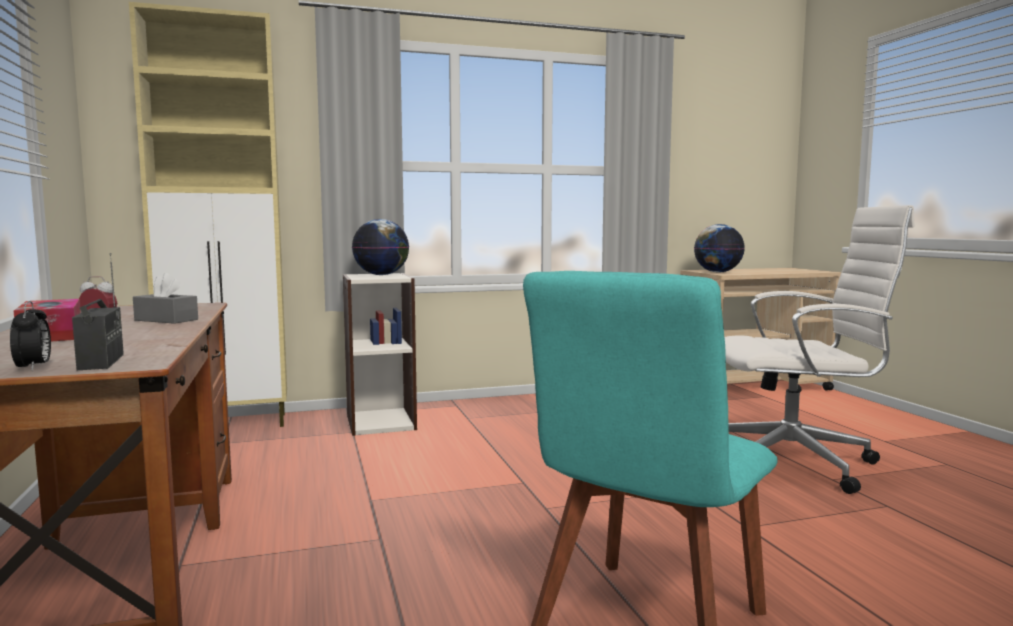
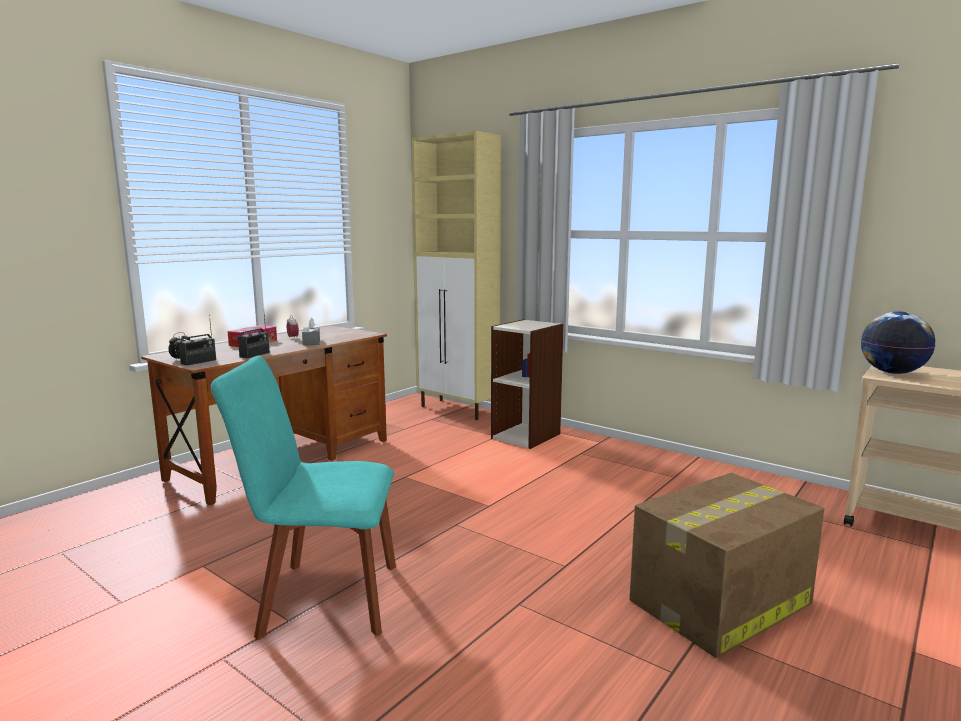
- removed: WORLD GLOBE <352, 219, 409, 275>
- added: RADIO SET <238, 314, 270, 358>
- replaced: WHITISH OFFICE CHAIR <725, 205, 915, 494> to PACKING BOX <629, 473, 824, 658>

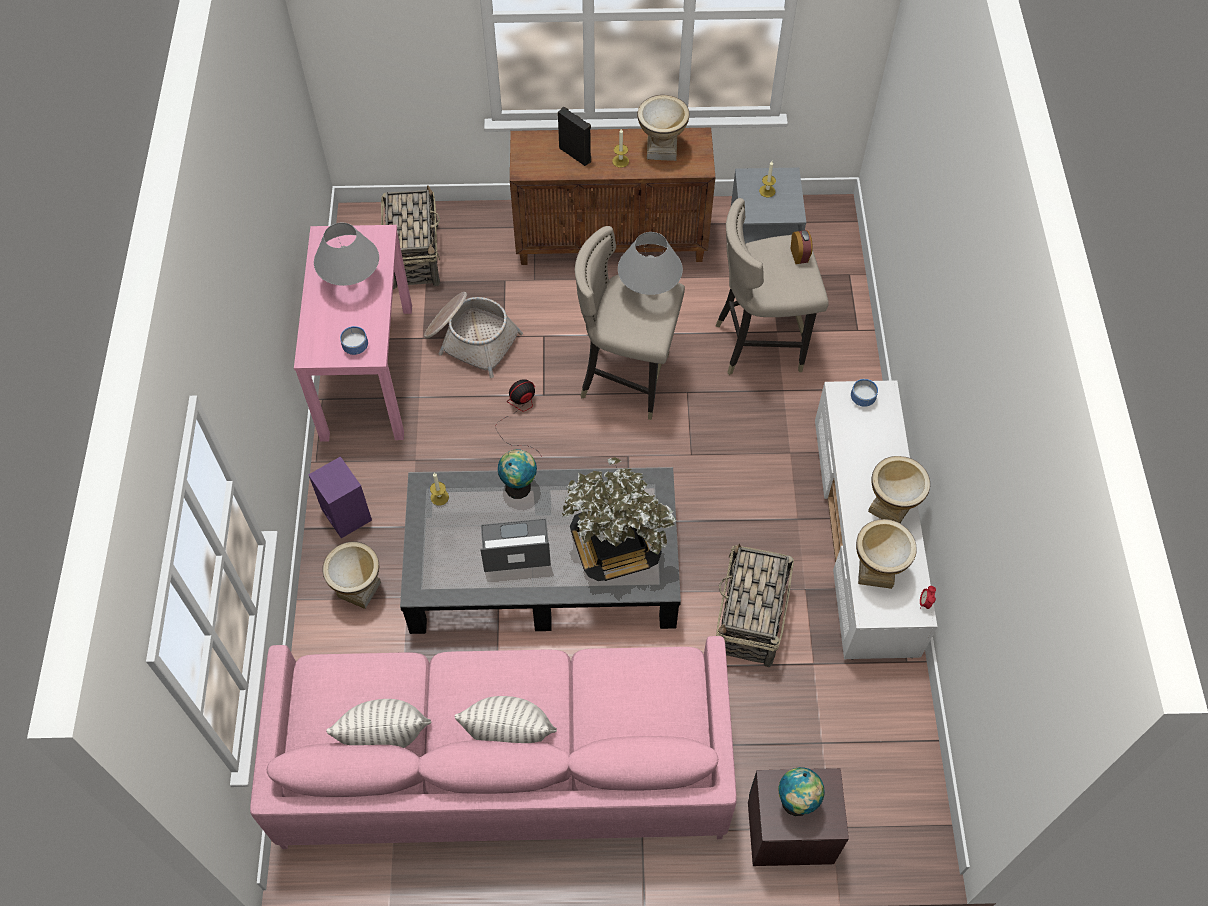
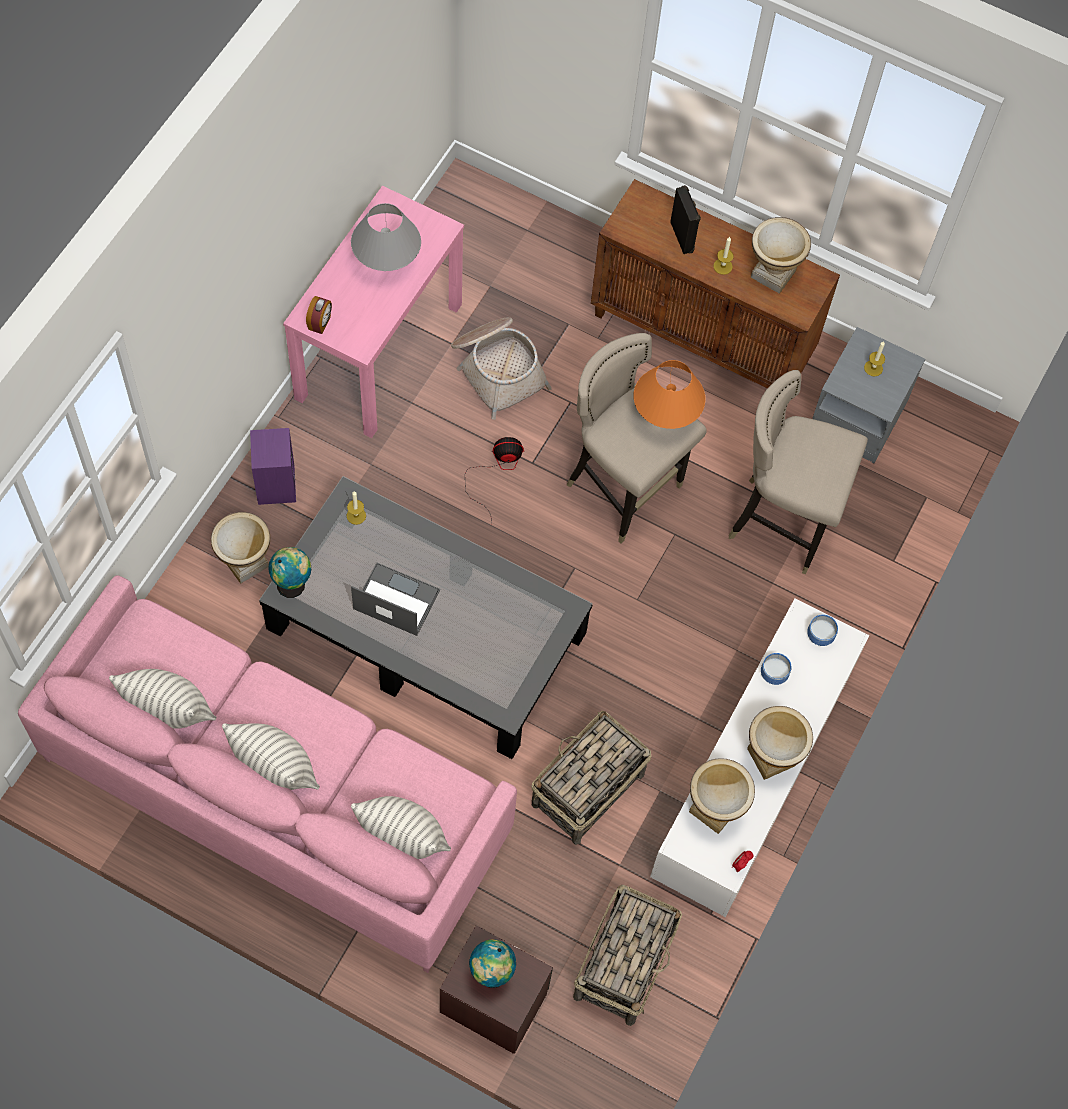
- removed: PLANT IN A POT <562, 457, 677, 581>
- added: PILLOW <351, 796, 451, 859>
- moved: BOWL <340, 326, 368, 355> to <761, 653, 791, 685>
- moved: BASKET <381, 185, 440, 289> to <573, 885, 682, 1026>
- moved: WORLD GLOBE <498, 449, 537, 499> to <268, 547, 311, 598>
- moved: BEDSIDE CLOCK <790, 230, 813, 264> to <306, 296, 332, 334>
- recoloured: GRAY TABLE LAMP <618, 232, 683, 295> to ORANGE TABLE LAMP <633, 360, 706, 429>

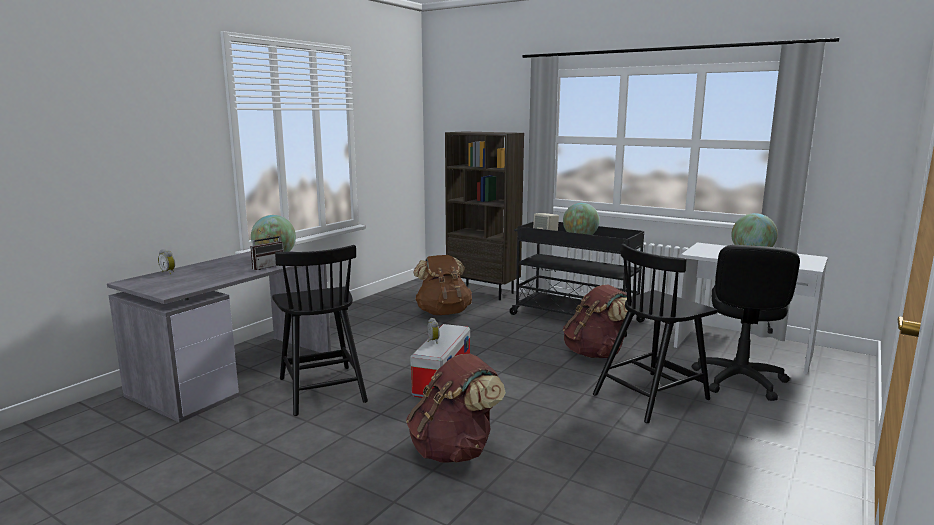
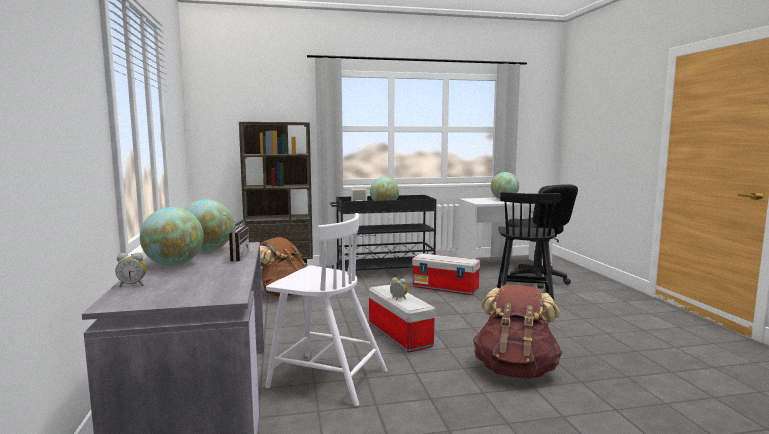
- added: WORLD GLOBE <140, 207, 204, 266>
- replaced: BROWN BACKPACK <563, 285, 635, 358> to STORAGE BIN <412, 253, 480, 295>
- recoloured: BLACK UPRIGHT CHAIR <272, 245, 368, 416> to WHITISH UPRIGHT CHAIR <265, 213, 387, 406>

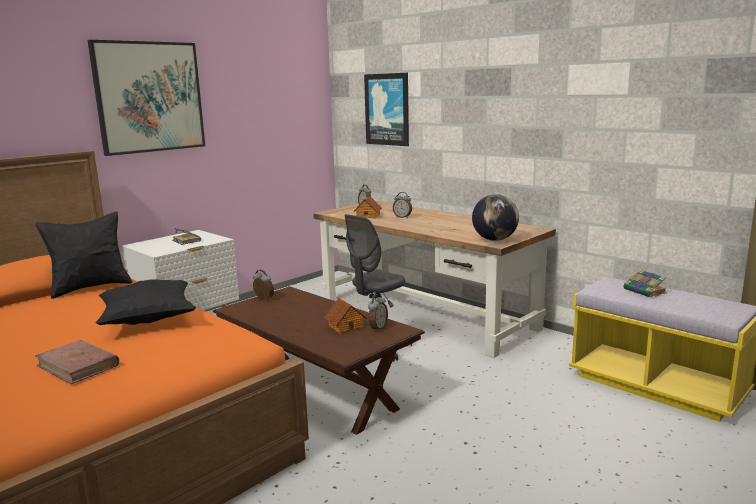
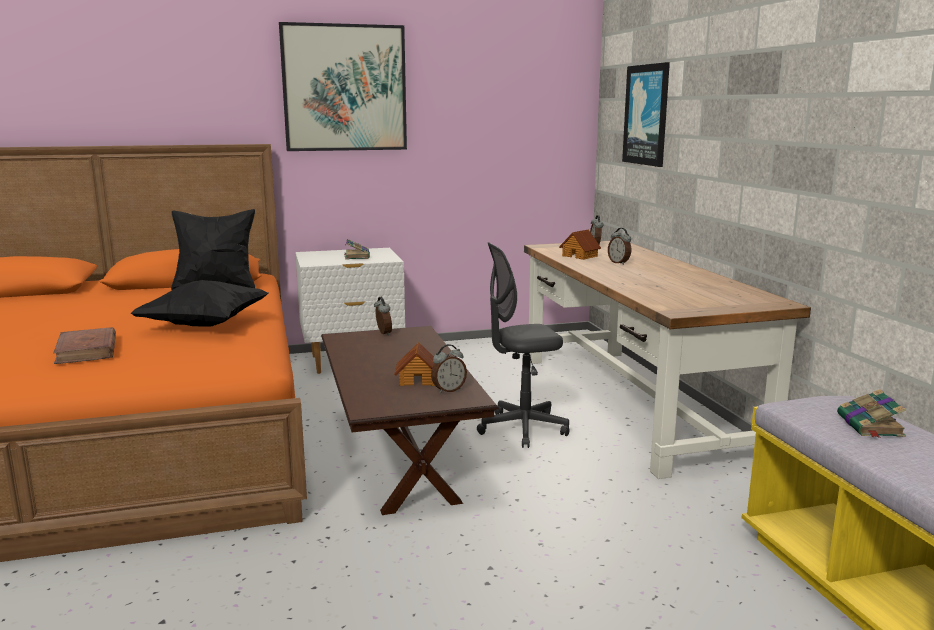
- removed: WORLD GLOBE <472, 194, 519, 241>

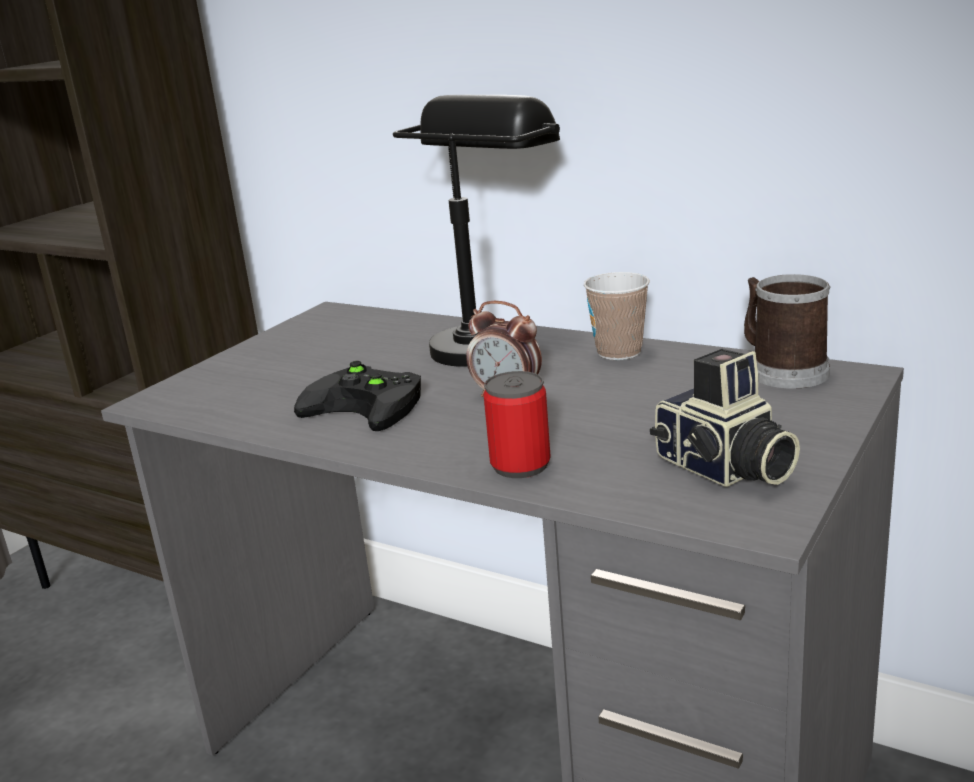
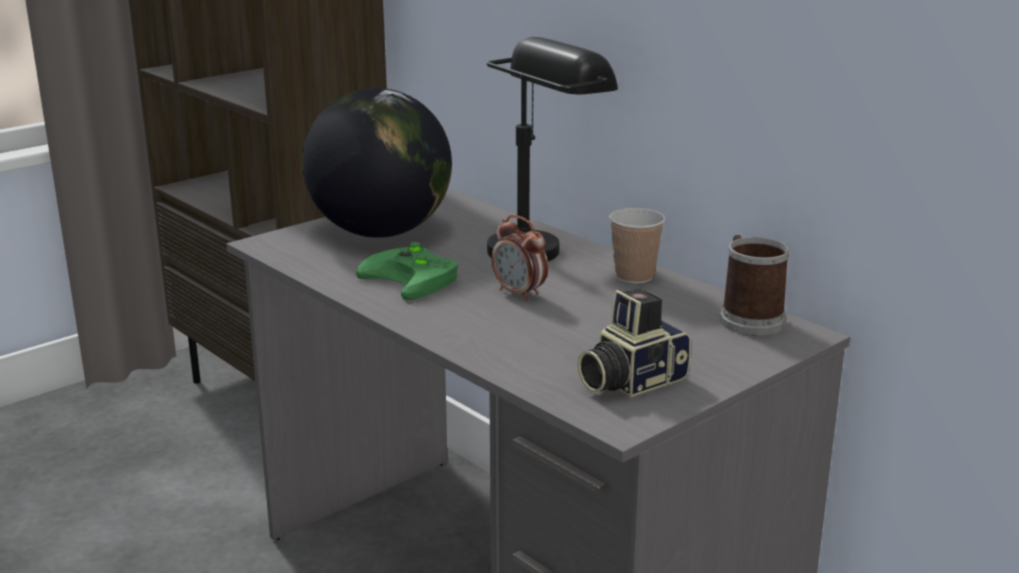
- removed: METAL CAN <483, 371, 551, 478>
- added: WORLD GLOBE <302, 88, 452, 238>
- recoloured: BLACK GAMEPAD <294, 361, 421, 431> to GREEN-COLOURED GAMEPAD <356, 242, 458, 300>
- turned: PHOTO CAMERA <650, 349, 800, 487> = <578, 289, 691, 397> 75 degrees clockwise

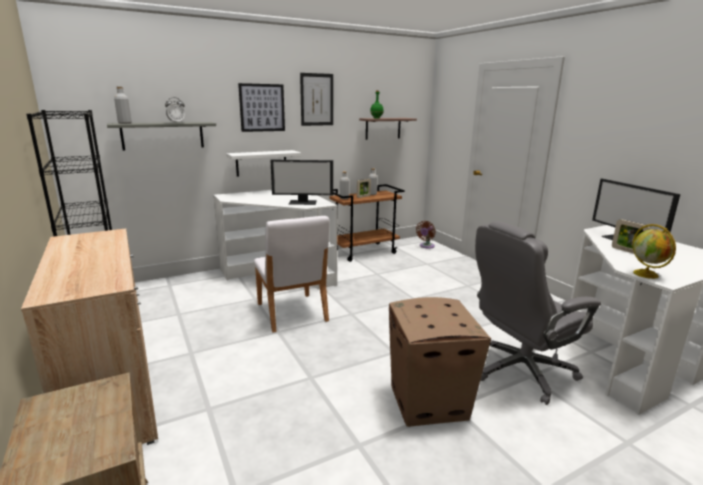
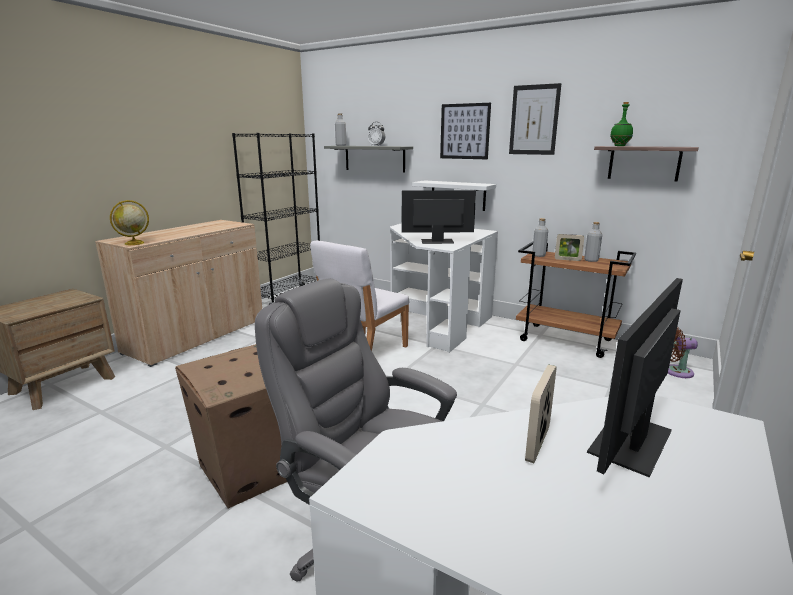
- moved: WORLD GLOBE <632, 224, 676, 279> to <110, 200, 149, 245>
- turned: MONITOR <270, 159, 333, 205> = <402, 190, 476, 244> 120 degrees clockwise

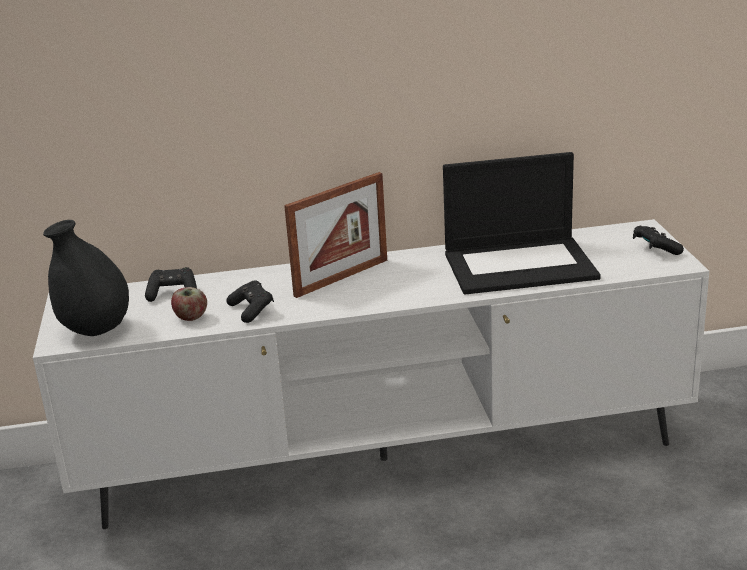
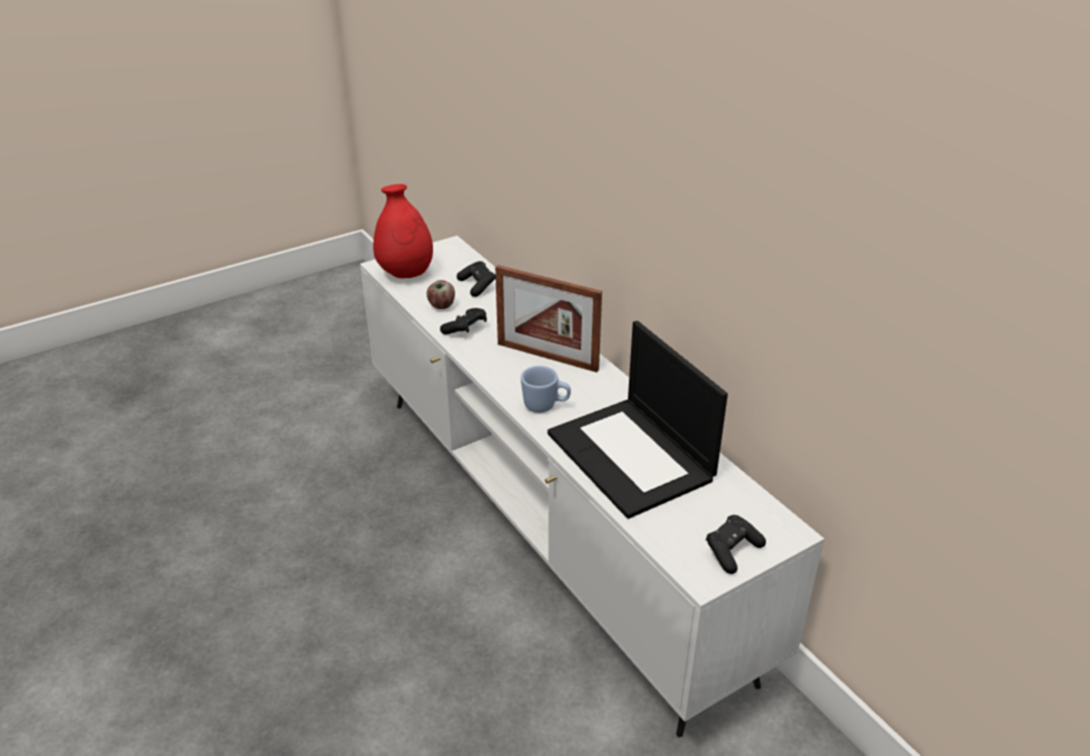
- added: BLUISH TEA MUG <521, 366, 571, 413>
- recoloured: BLACK DECORATIVE VASE <43, 220, 129, 336> to RED-COLOURED DECORATIVE VASE <373, 184, 433, 278>

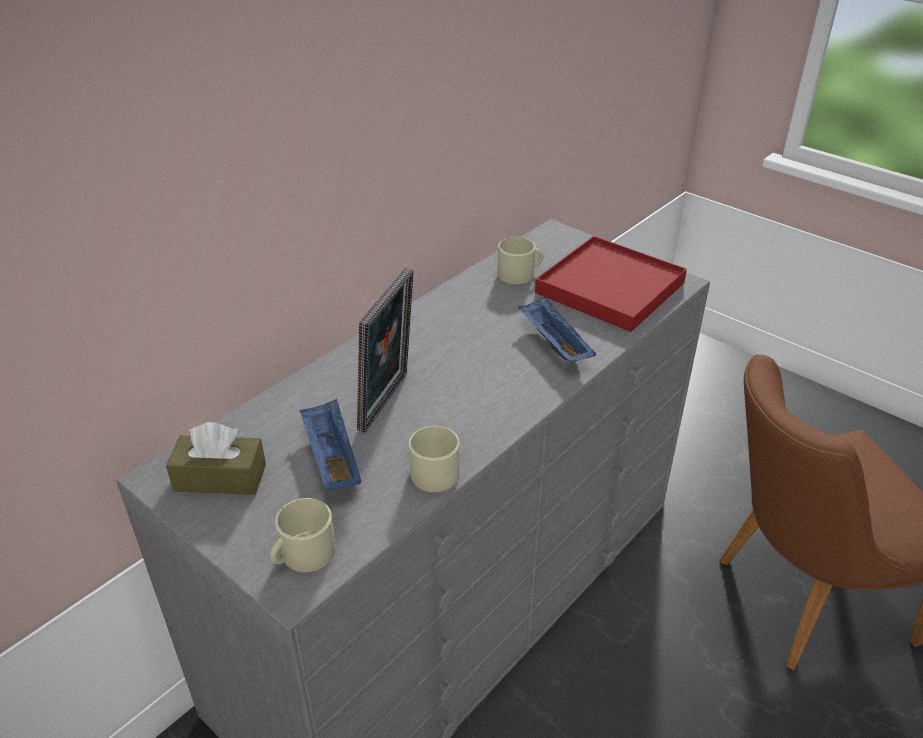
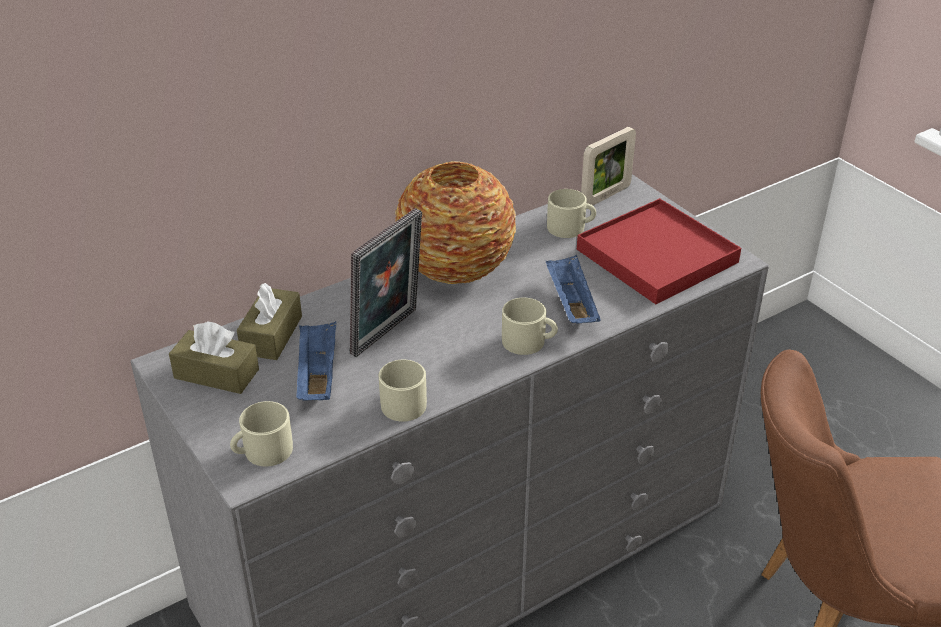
- added: BROWN TISSUE HOLDER <237, 283, 302, 360>
- added: DECORATIVE VASE <395, 161, 516, 284>
- added: SAND-COLOURED TEA MUG <502, 298, 558, 355>
- added: STANDING FRAME <581, 127, 636, 205>

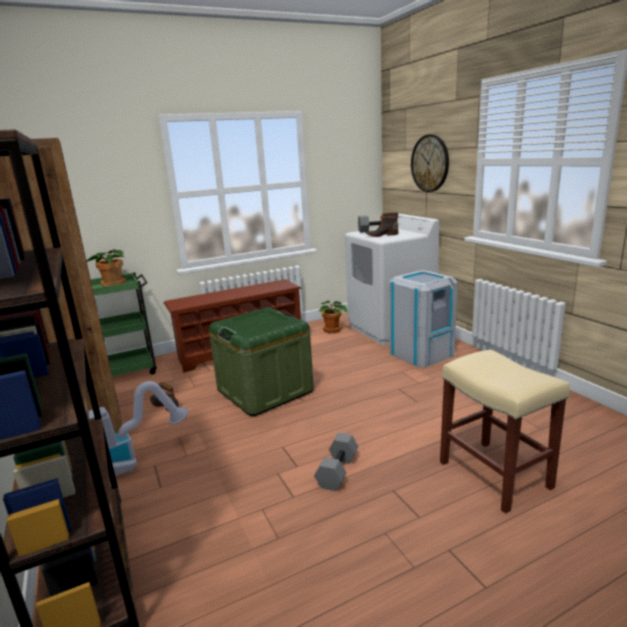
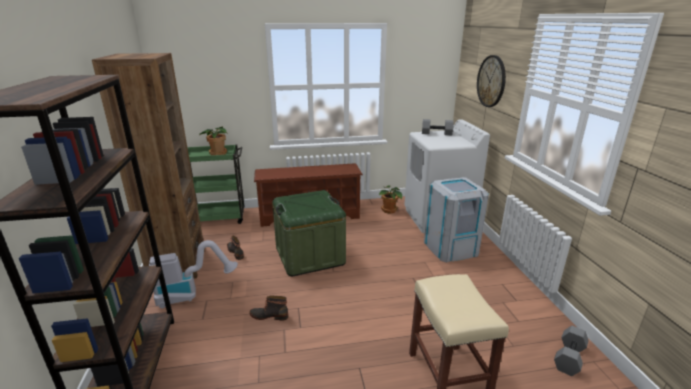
- moved: GRAY FREE WEIGHT <314, 433, 358, 491> to <554, 326, 589, 376>
- moved: HIGH-TOP BOOT <366, 213, 398, 237> to <249, 296, 288, 321>

